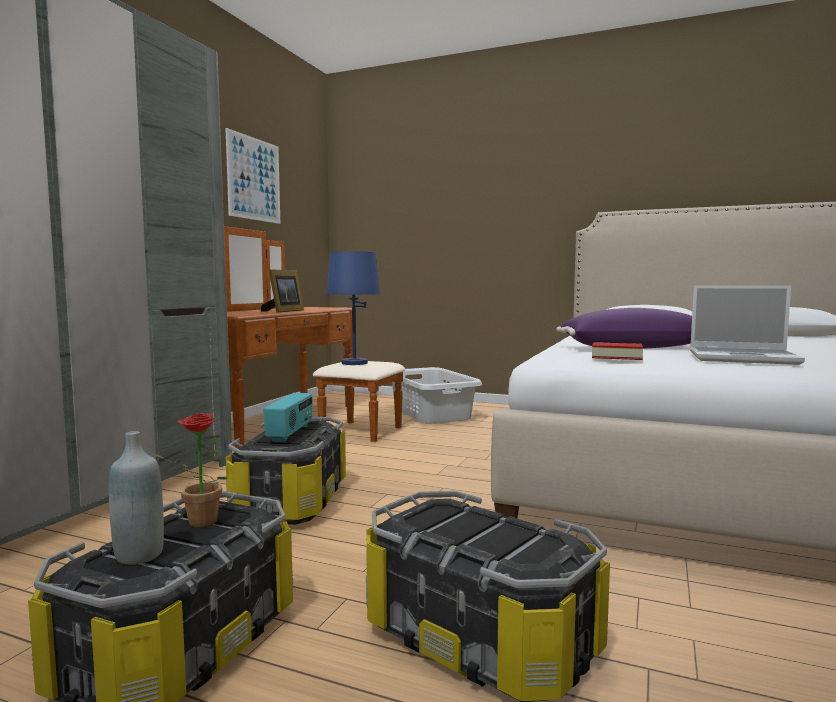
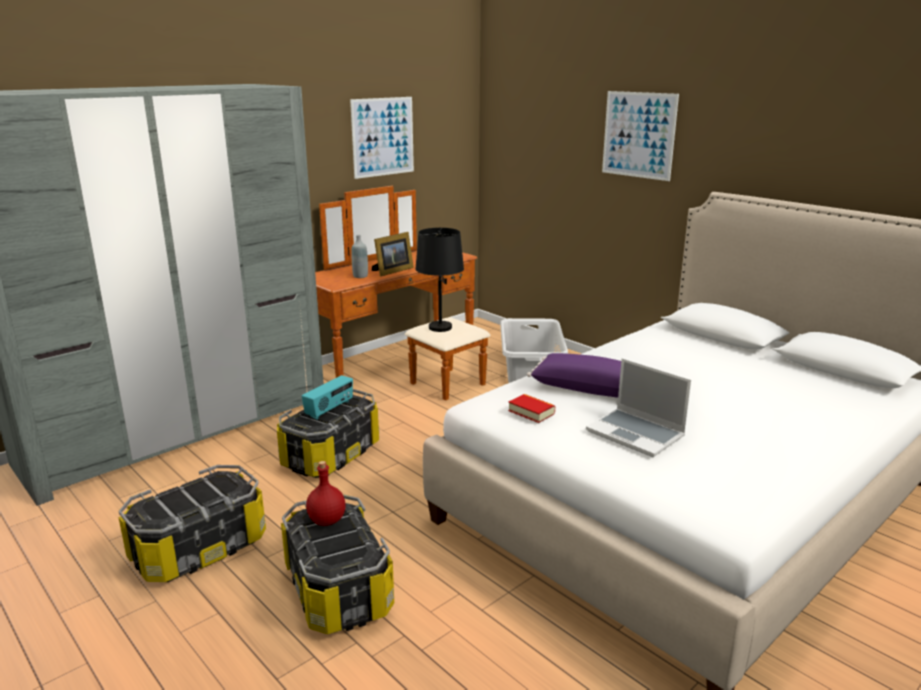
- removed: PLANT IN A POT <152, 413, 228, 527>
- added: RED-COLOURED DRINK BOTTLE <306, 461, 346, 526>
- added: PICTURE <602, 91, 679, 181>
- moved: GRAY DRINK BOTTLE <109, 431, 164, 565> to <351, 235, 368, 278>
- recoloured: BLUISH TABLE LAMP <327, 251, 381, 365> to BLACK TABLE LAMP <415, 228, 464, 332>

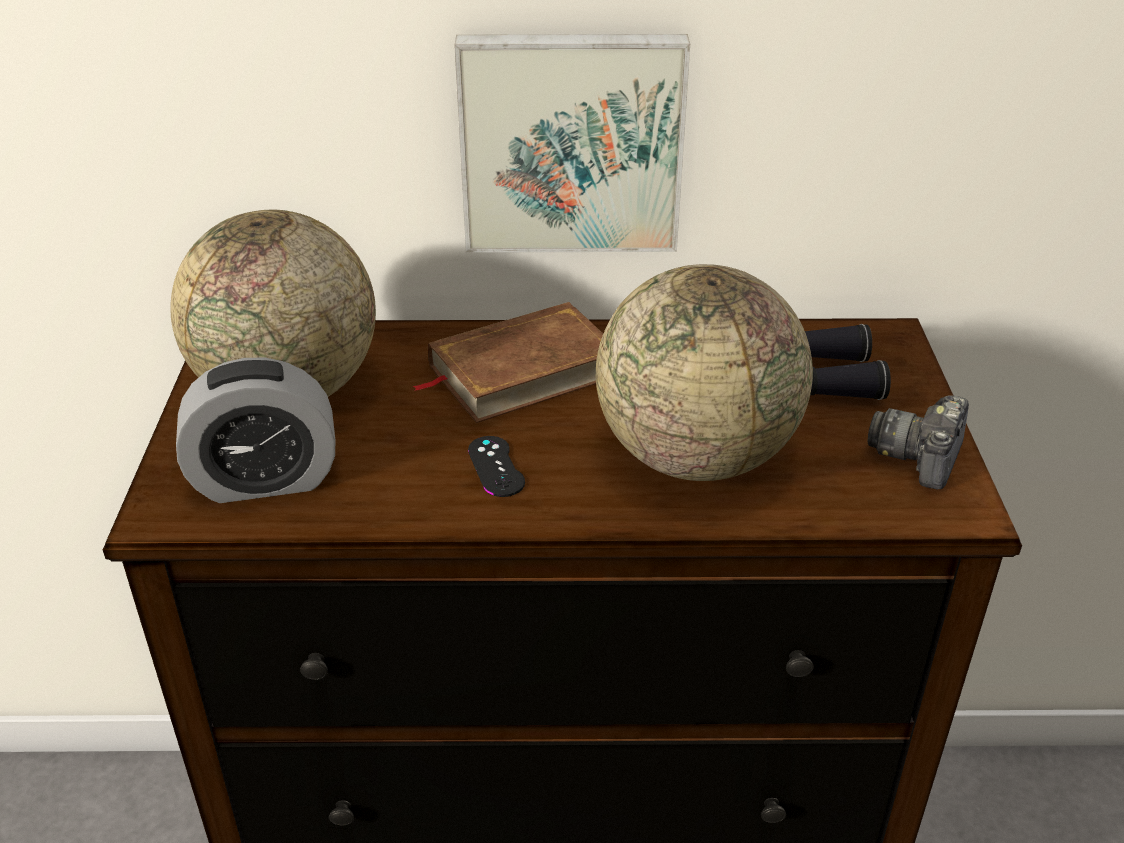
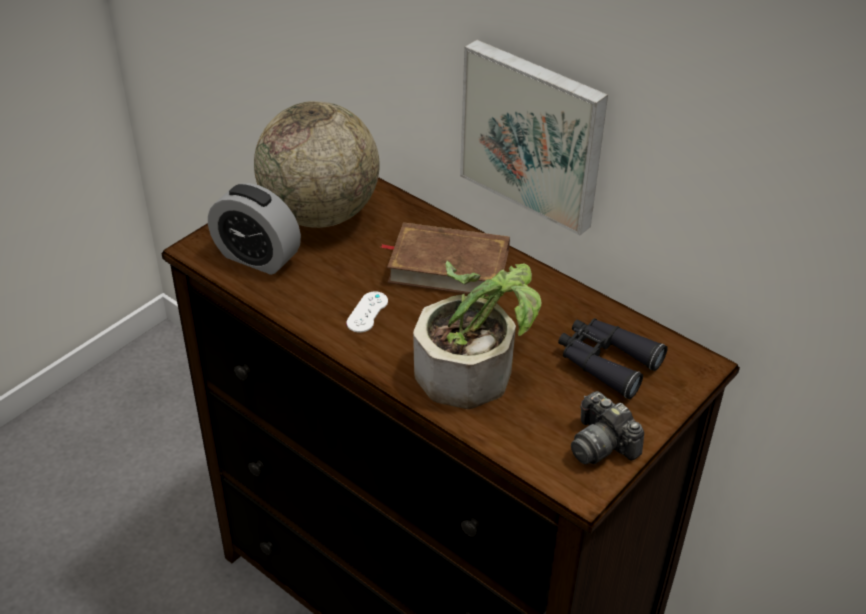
- replaced: WORLD GLOBE <596, 264, 813, 481> to PLANT IN A POT <413, 261, 542, 409>
- recoloured: BLACK GAMEPAD <468, 436, 525, 497> to WHITISH GAMEPAD <346, 292, 388, 333>
- turned: PHOTO CAMERA <868, 395, 969, 490> = <571, 391, 644, 464> 105 degrees counterclockwise

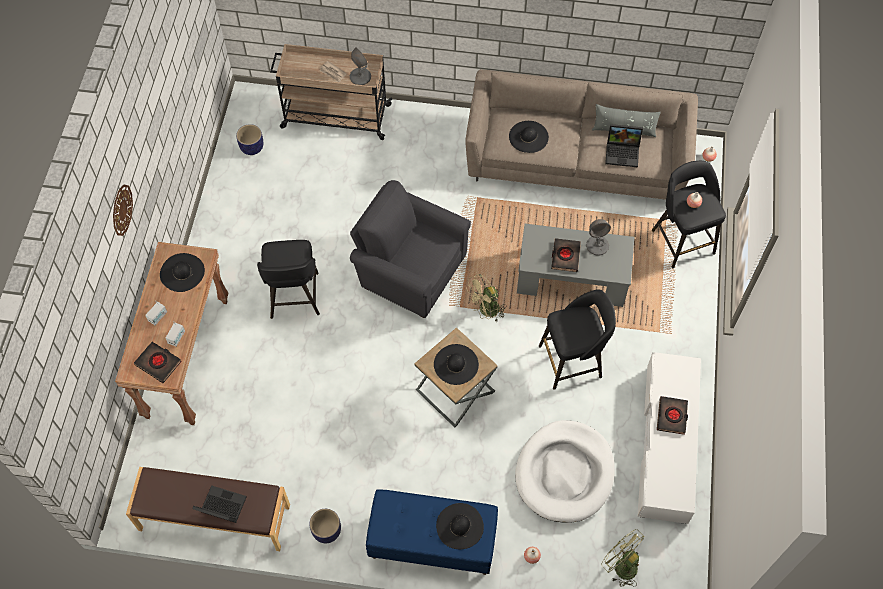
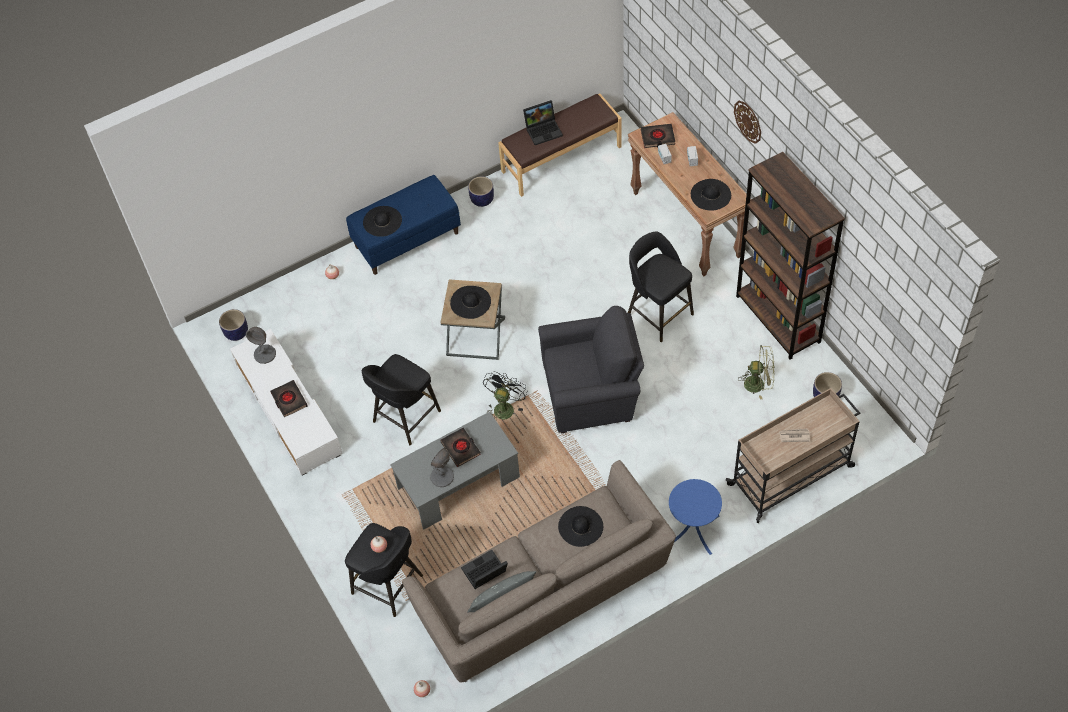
- removed: WHITISH PET BED <515, 420, 615, 523>
- added: PLANT POT <219, 309, 248, 341>
- added: BLUISH END TABLE <669, 479, 722, 555>
- added: BROWN BOOKSHELF <736, 152, 845, 360>
- moved: GRAY TABLE LAMP <350, 47, 371, 85> to <246, 327, 276, 364>
- moved: GREEN-COLOURED COOLING FAN <601, 529, 645, 587> to <739, 345, 775, 400>
- recoloured: SAND-COLOURED COOLING FAN <466, 274, 506, 323> to BLACK COOLING FAN <483, 371, 527, 420>

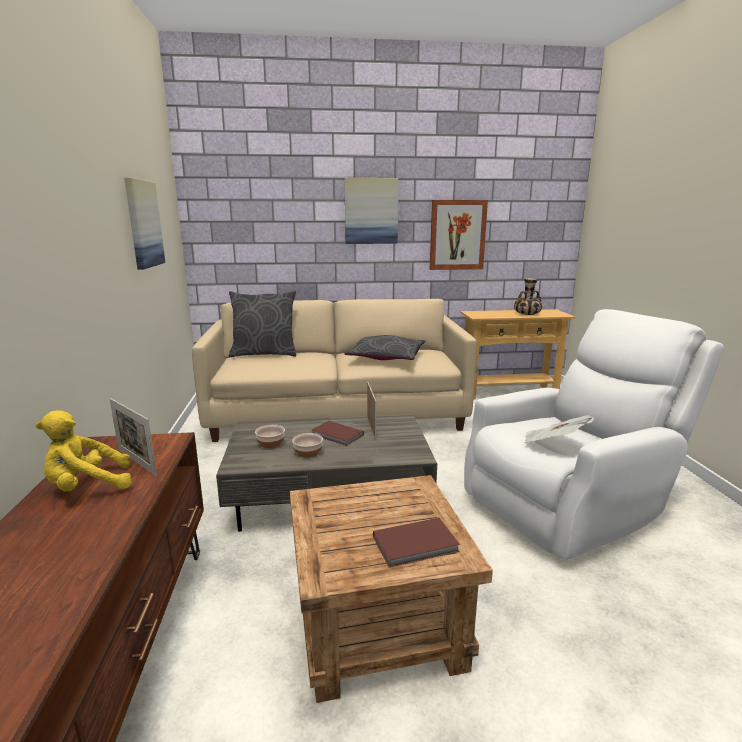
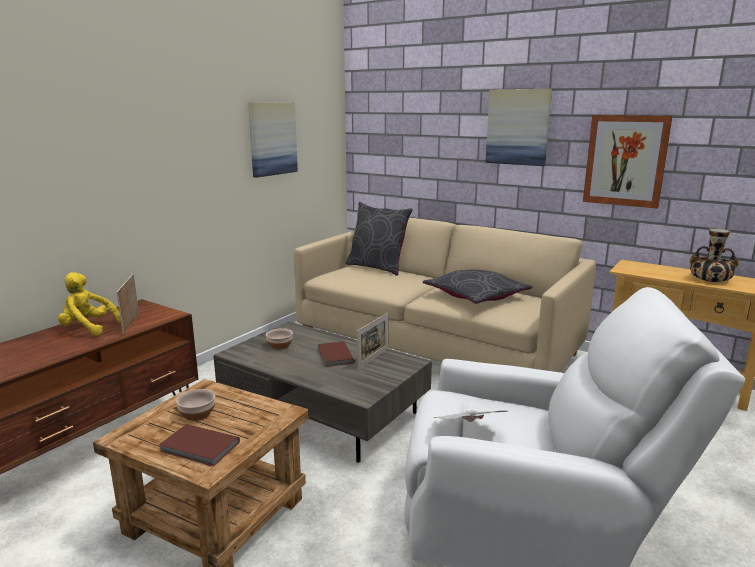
- moved: BOWL <292, 433, 323, 458> to <176, 389, 215, 421>

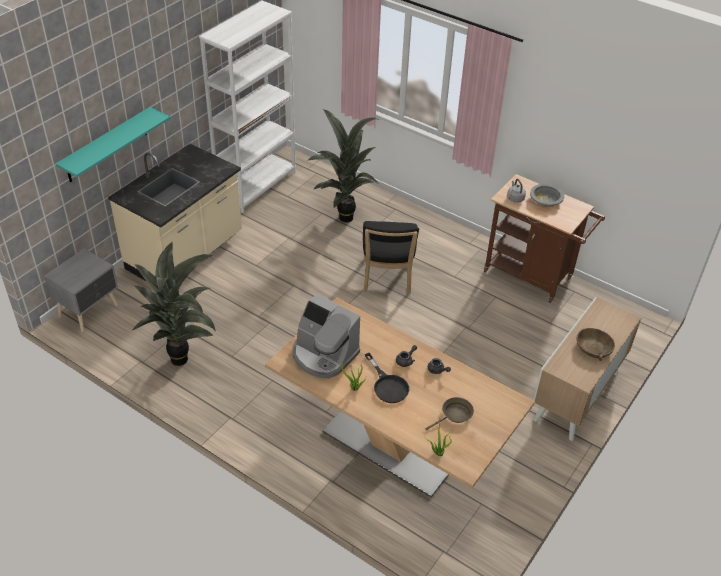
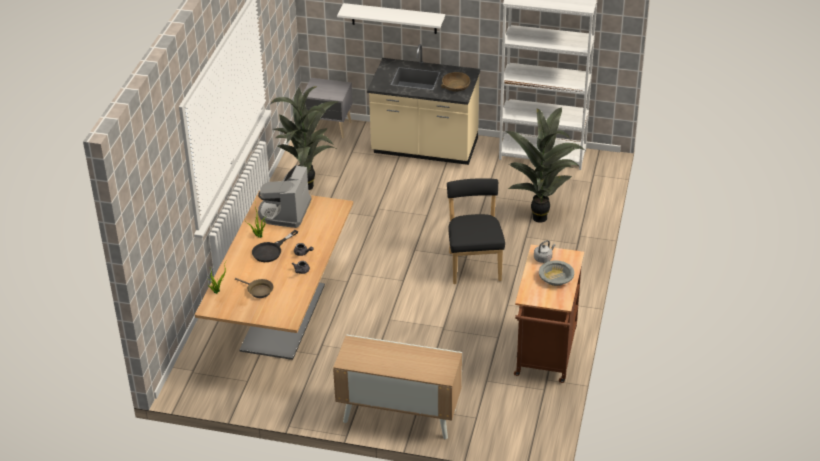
- moved: BROWN BOWL <577, 328, 615, 361> to <441, 72, 470, 92>
- recoloured: BLUE-GREEN SHELF <56, 107, 170, 182> to WHITISH SHELF <337, 3, 445, 34>
- turned: BLACK UPRIGHT CHAIR <363, 221, 419, 294> = <447, 178, 505, 284> 105 degrees clockwise

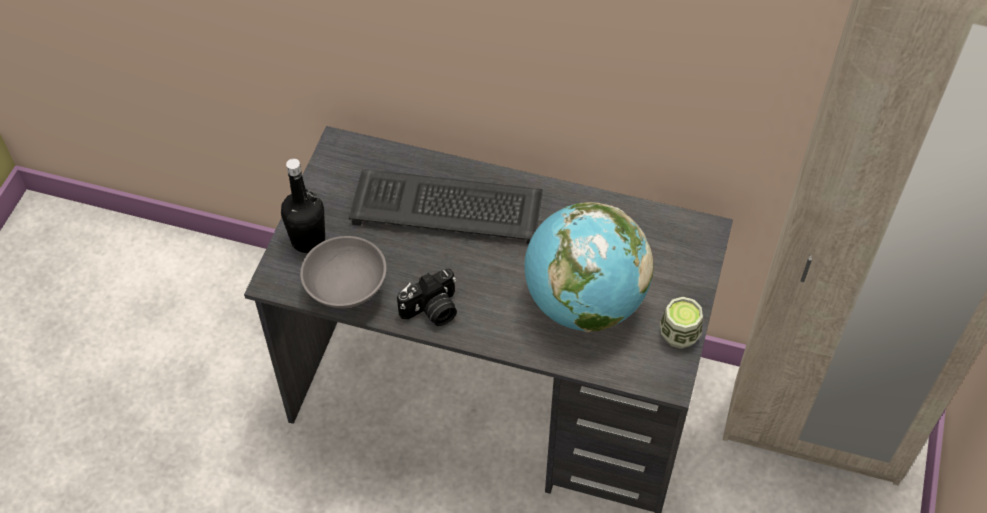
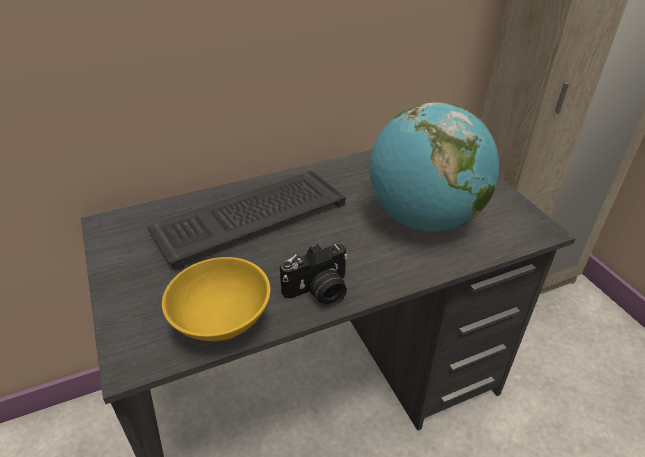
- removed: BLACK DRINK BOTTLE <281, 158, 325, 253>
- removed: CUP <660, 297, 703, 349>
- recoloured: GRAY BOWL <300, 236, 387, 309> to YELLOW BOWL <162, 257, 270, 341>
- turned: PHOTO CAMERA <397, 269, 457, 326> = <280, 244, 348, 307> 45 degrees clockwise

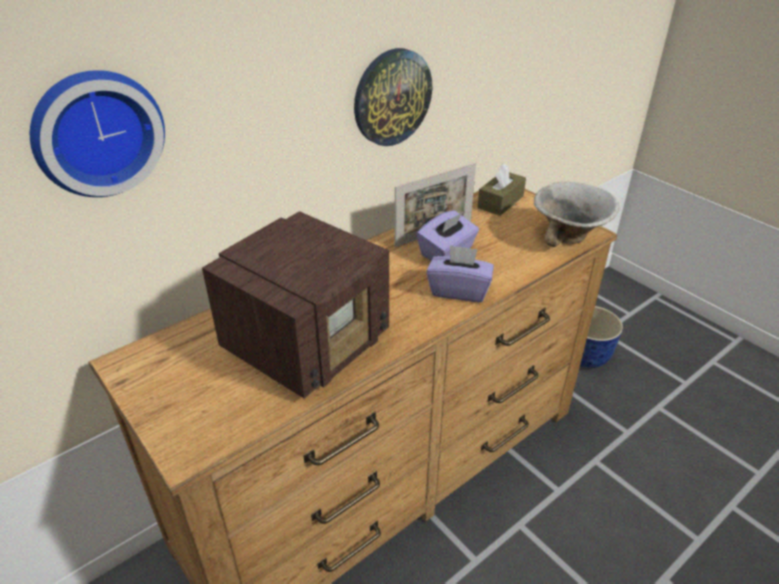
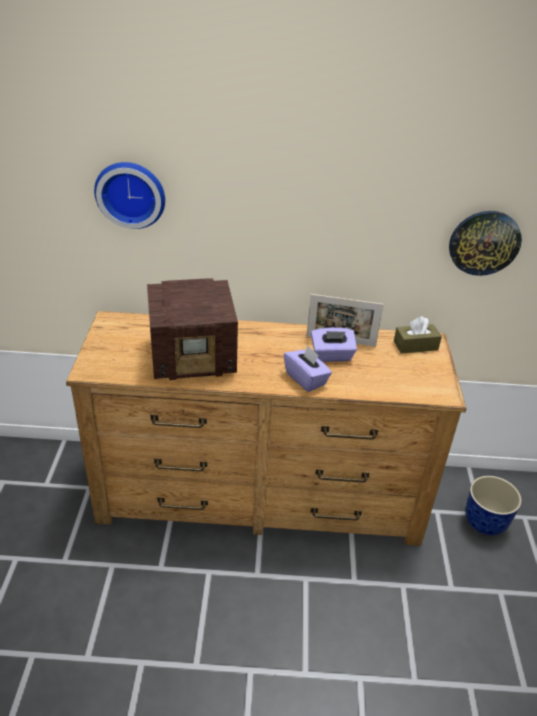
- removed: BOWL <534, 182, 620, 247>
- moved: HANGING CLOCK <354, 48, 432, 146> to <449, 211, 522, 276>

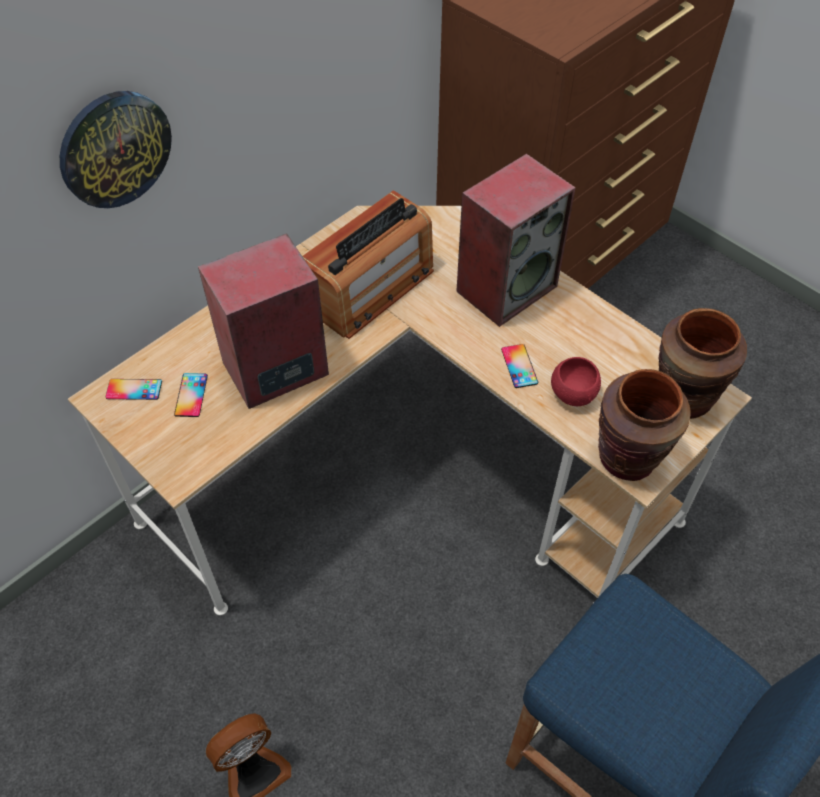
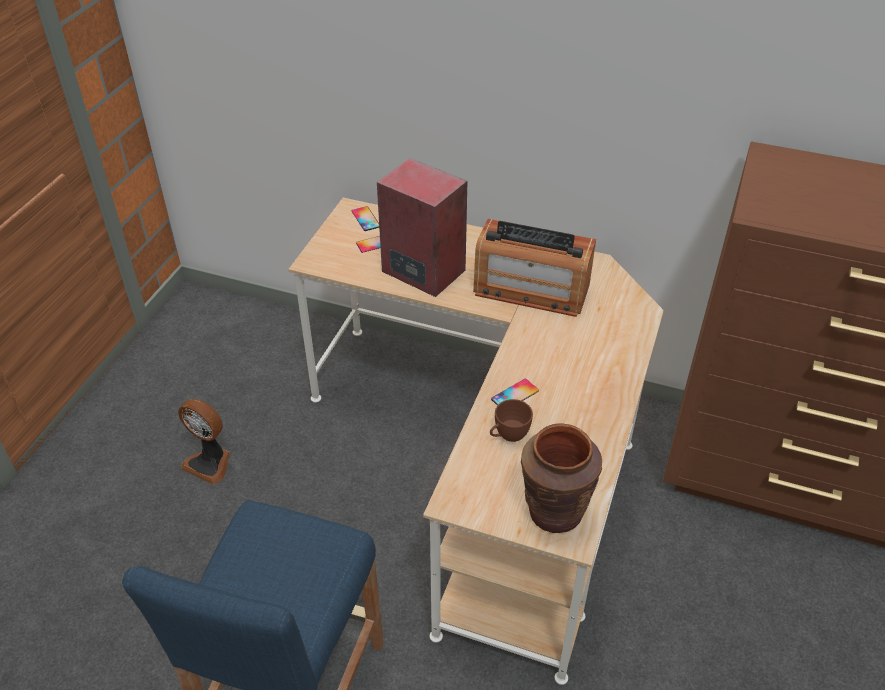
- removed: HANGING CLOCK <60, 91, 172, 208>
- removed: AUDIO SPEAKER <456, 154, 576, 327>
- removed: BROWN DECORATIVE VASE <598, 369, 691, 481>
- replaced: RED-COLOURED BOWL <551, 357, 601, 406> to BROWN CUP <490, 399, 533, 442>

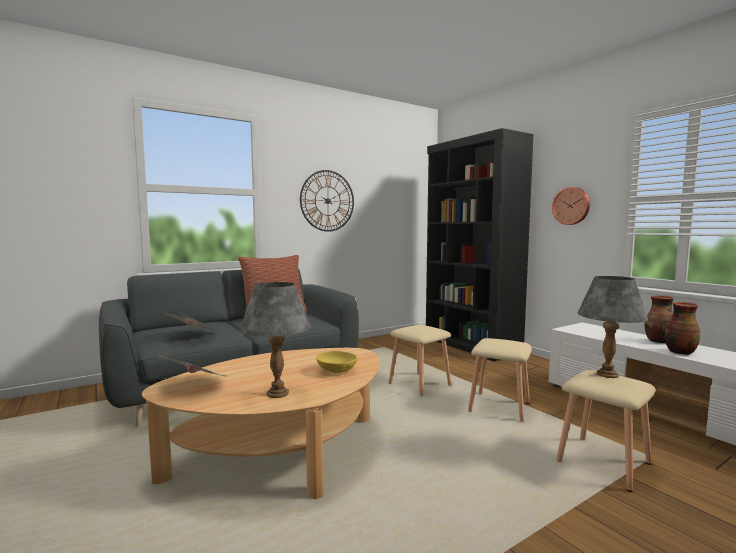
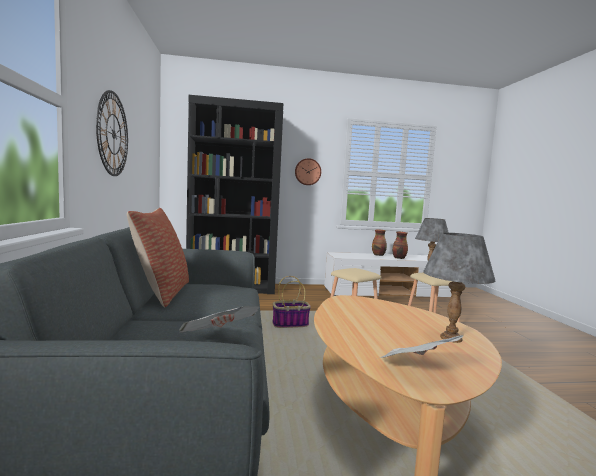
- removed: YELLOW BOWL <316, 351, 357, 373>
- replaced: SAND-COLOURED SITTING STOOL <388, 325, 451, 397> to BASKET <272, 276, 311, 328>

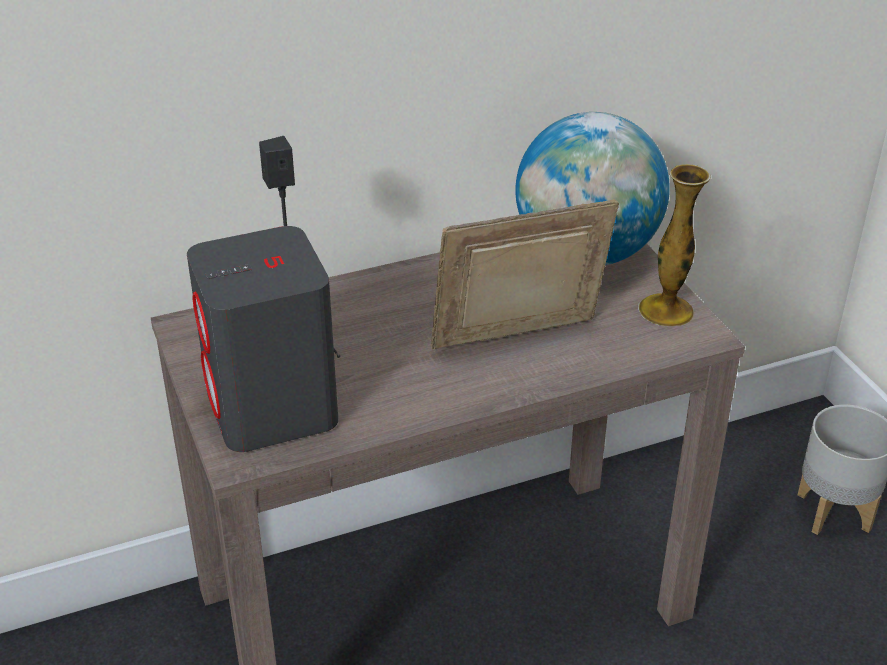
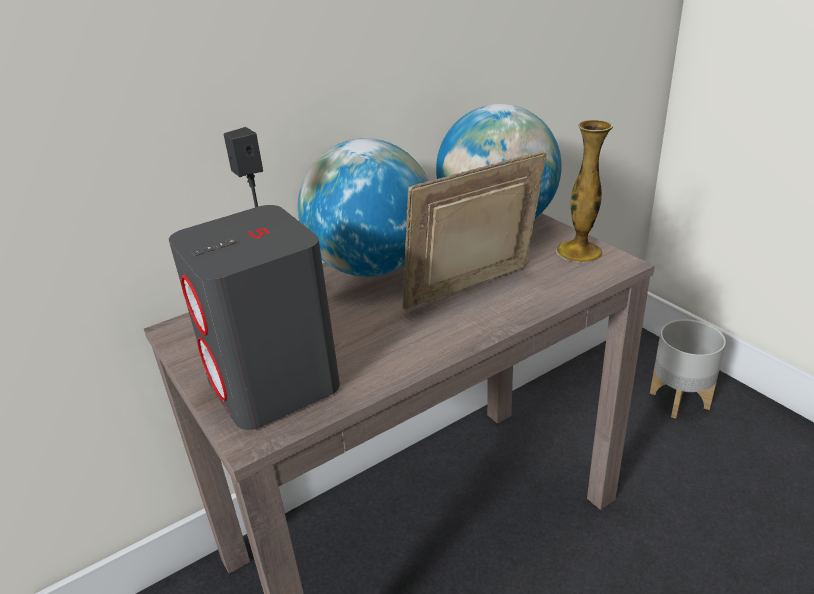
- added: WORLD GLOBE <298, 138, 429, 277>

